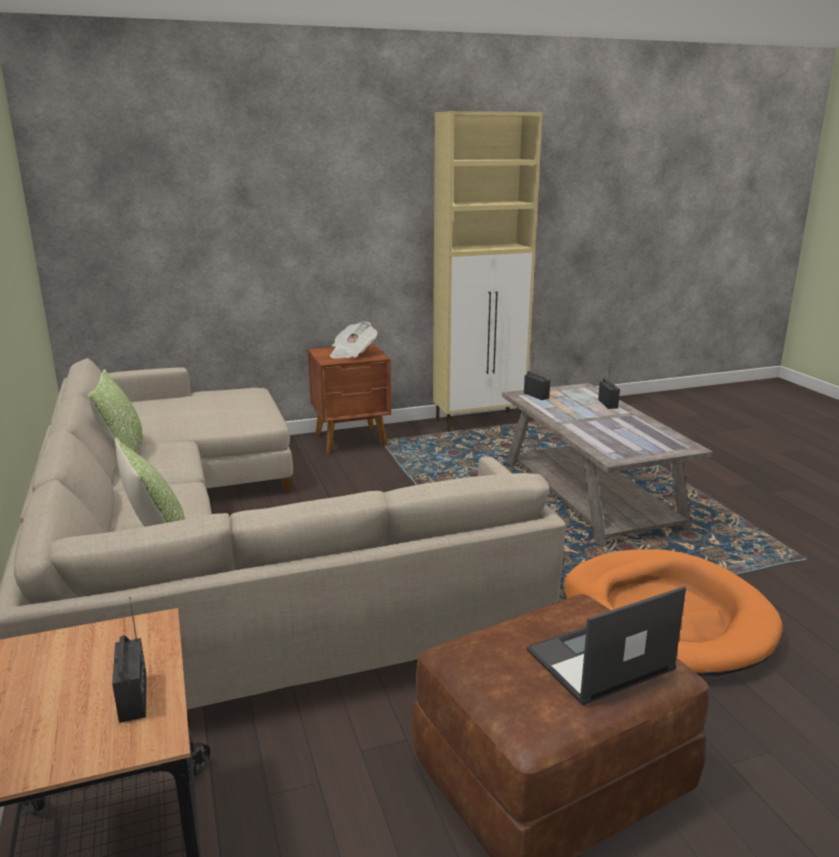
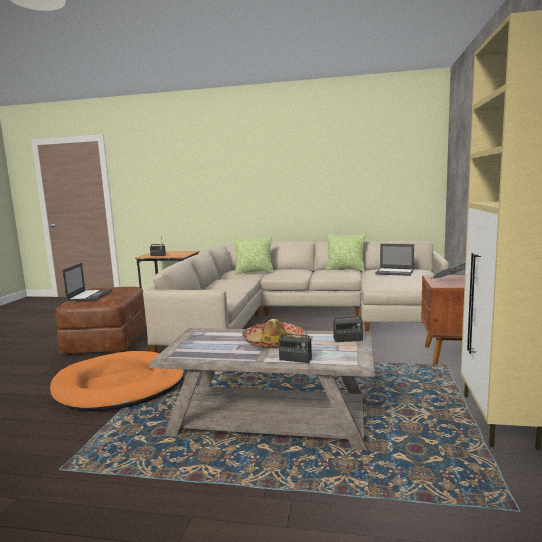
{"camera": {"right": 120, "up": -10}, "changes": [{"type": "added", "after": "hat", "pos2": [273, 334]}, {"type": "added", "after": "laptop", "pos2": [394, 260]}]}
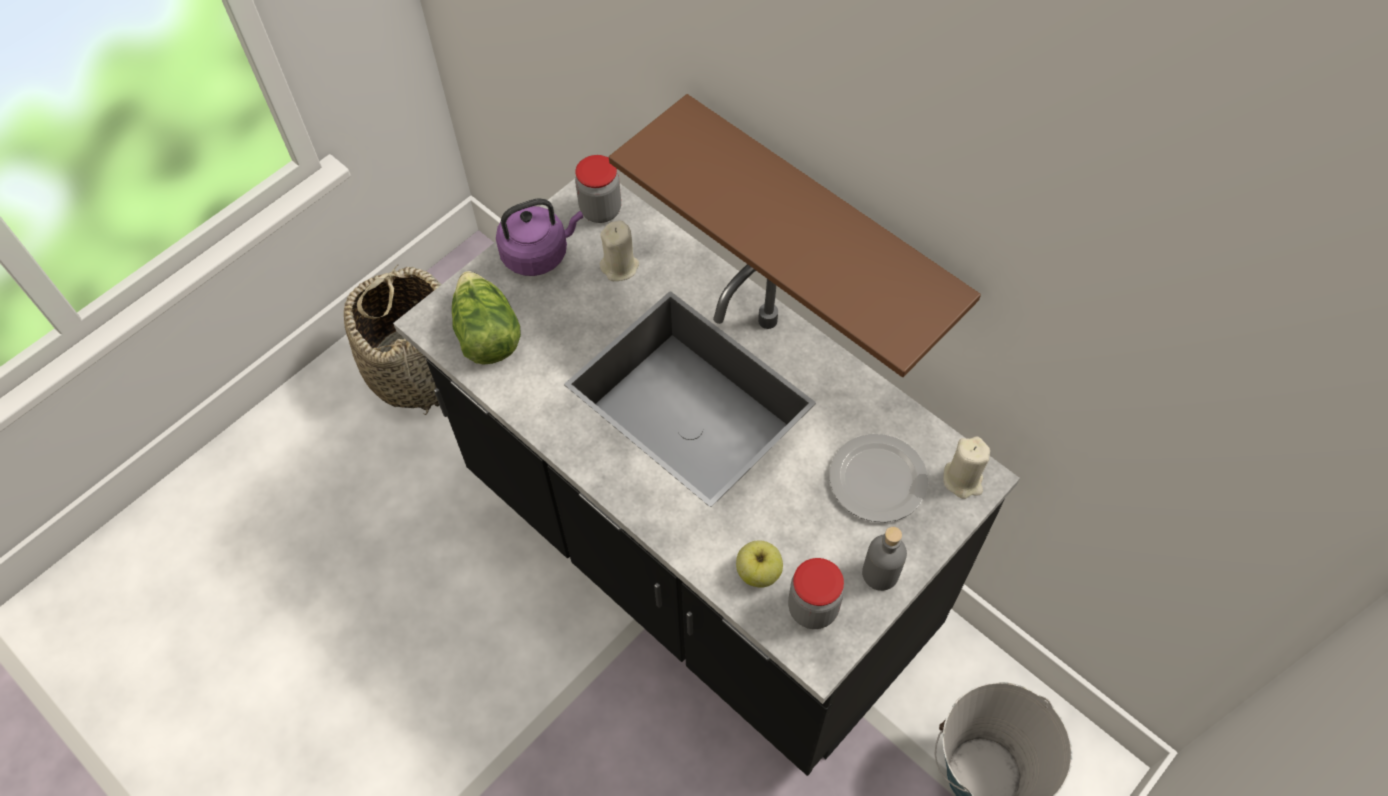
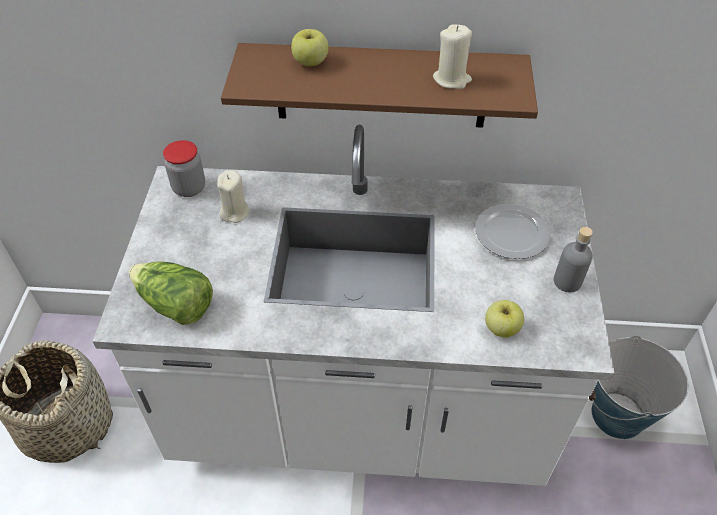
{"camera": {"right": -40, "up": -10}, "changes": [{"type": "recoloured", "before": "black counter", "after": "white counter", "pos1": [706, 477], "pos2": [353, 305]}, {"type": "added", "after": "apple", "pos2": [310, 47]}, {"type": "moved", "before": "beige candle", "pos1": [966, 467], "pos2": [452, 56]}, {"type": "removed", "before": "purple kettle", "pos1": [539, 237]}, {"type": "removed", "before": "jar", "pos1": [816, 593]}]}
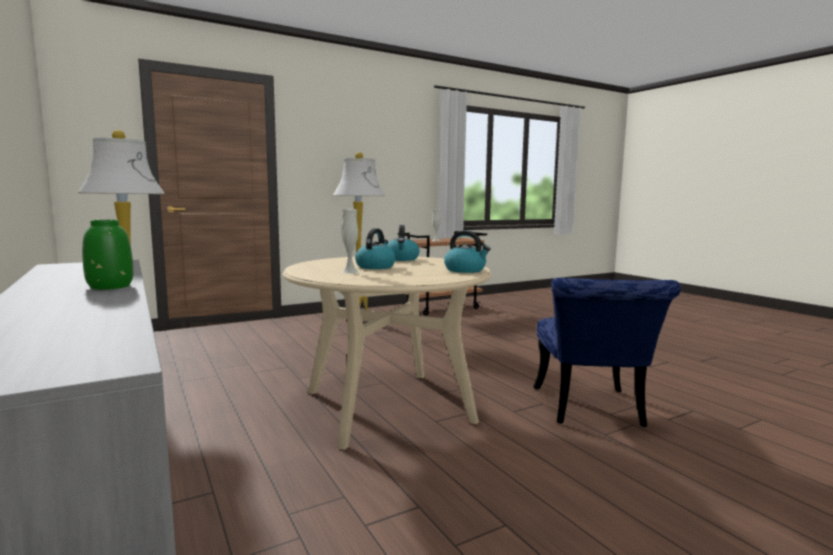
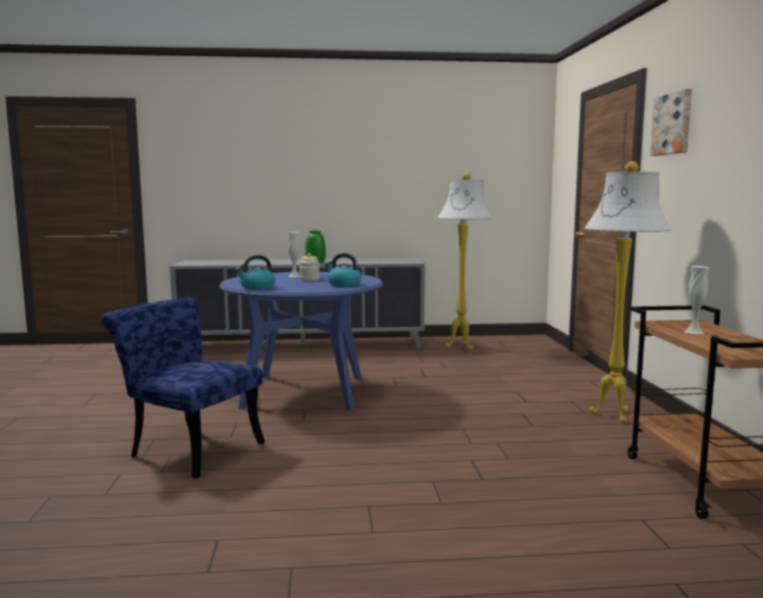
{"camera": {"right": 115, "up": 0}, "changes": [{"type": "recoloured", "before": "beige dining table", "after": "blue dining table", "pos1": [387, 353], "pos2": [301, 341]}, {"type": "replaced", "before": "kettle", "after": "jar", "pos1": [375, 248], "pos2": [309, 267]}, {"type": "added", "after": "picture", "pos2": [671, 122]}]}
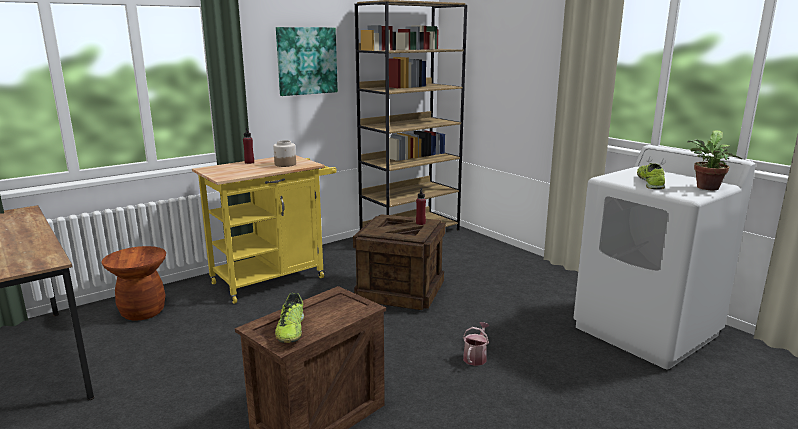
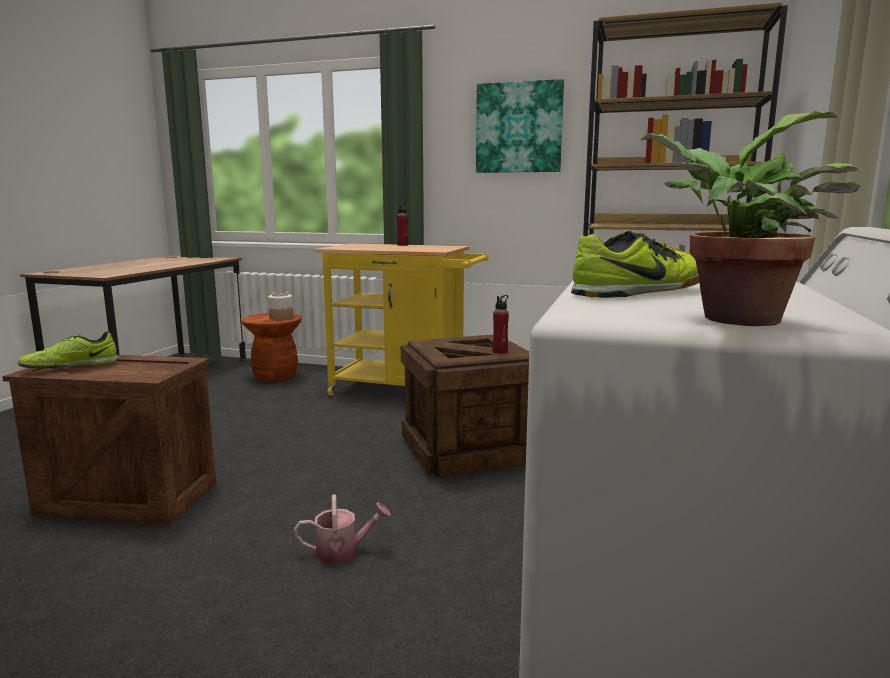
{"camera": {"right": 55, "up": -5}, "changes": [{"type": "moved", "before": "jar", "pos1": [284, 153], "pos2": [280, 305]}]}
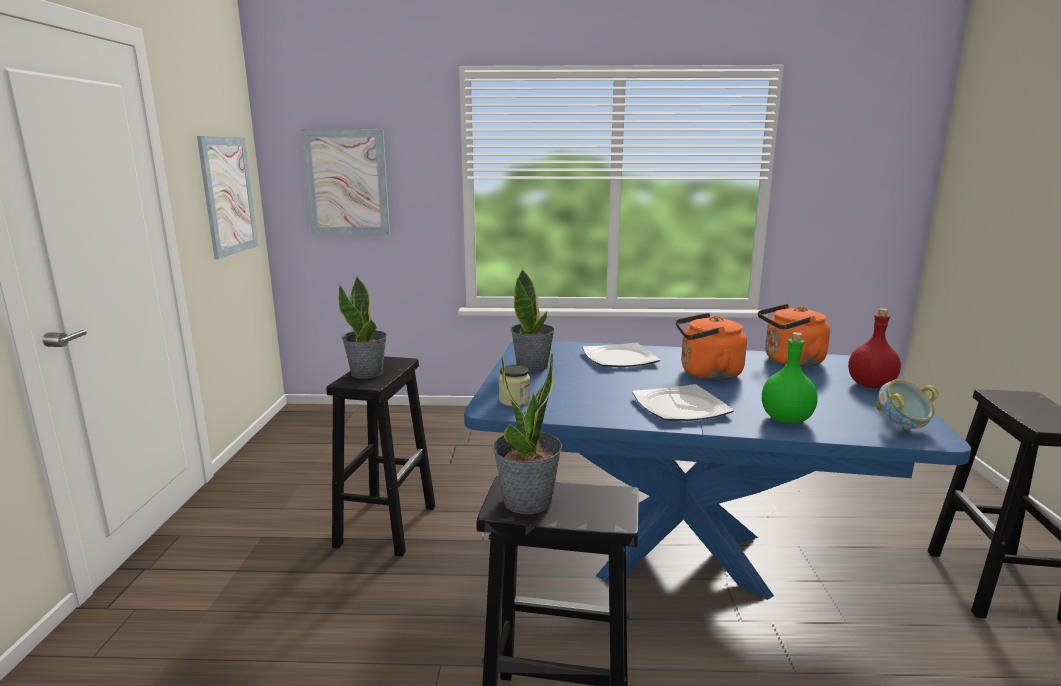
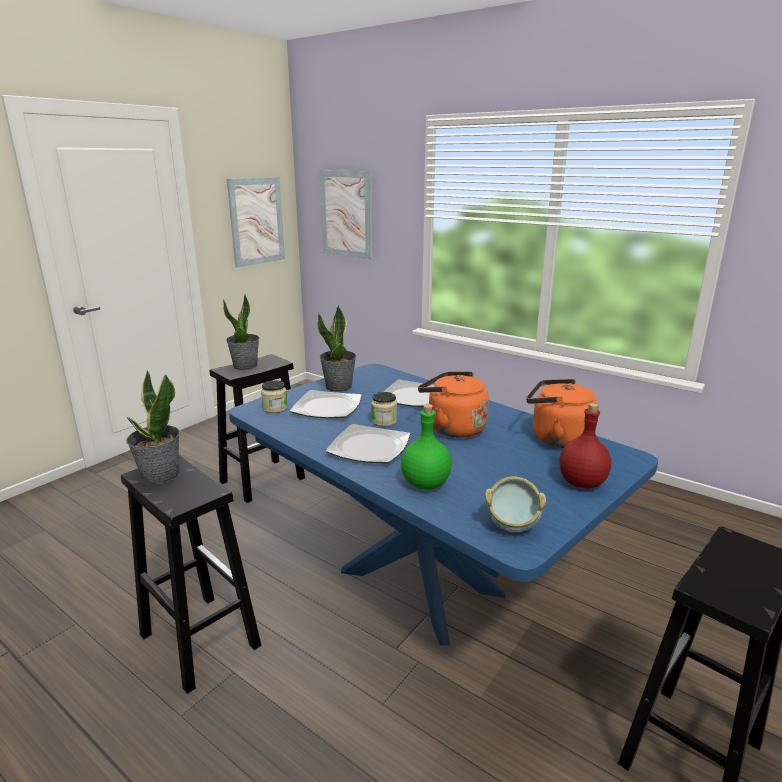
{"camera": {"right": 35, "up": 5}, "changes": [{"type": "added", "after": "plate", "pos2": [326, 404]}, {"type": "added", "after": "jar", "pos2": [384, 409]}]}
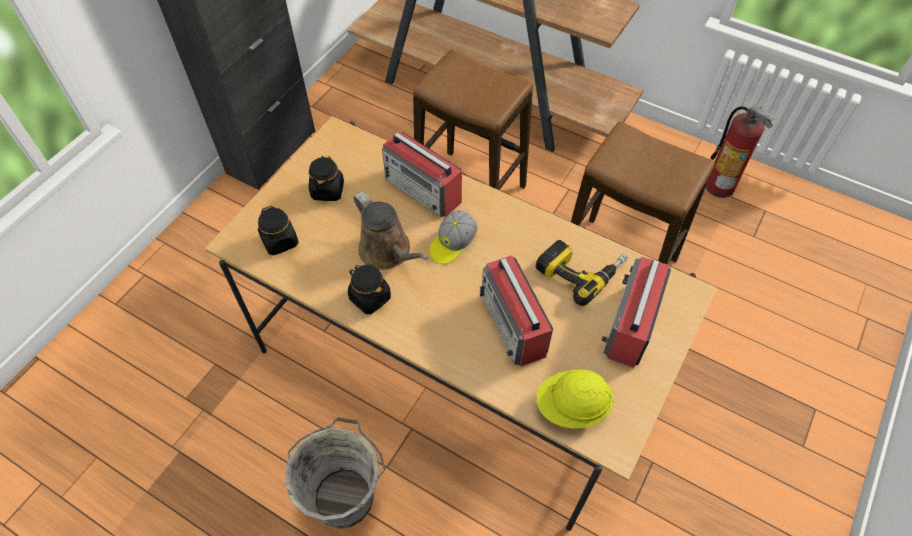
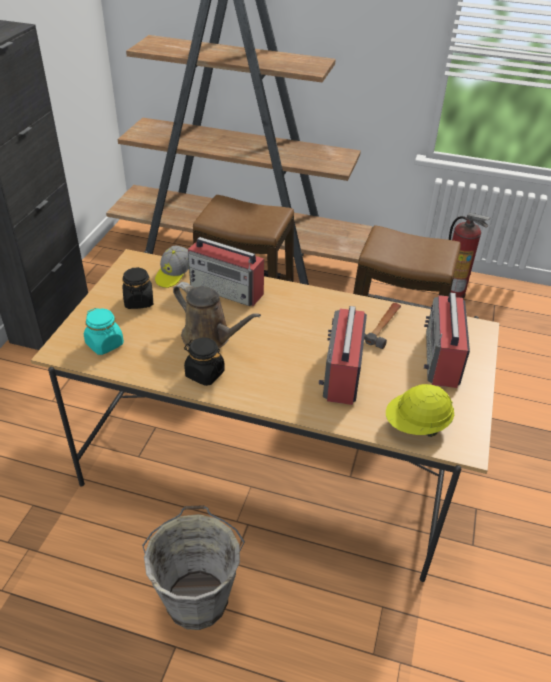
{"camera": {"right": -15, "up": -15}, "changes": [{"type": "recoloured", "before": "black jar", "after": "turquoise jar", "pos1": [278, 230], "pos2": [104, 331]}, {"type": "moved", "before": "cap", "pos1": [453, 237], "pos2": [172, 267]}, {"type": "turned", "before": "radio", "pos1": [516, 310], "pos2": [343, 355], "turn": 45}, {"type": "replaced", "before": "power drill", "after": "hammer", "pos1": [582, 273], "pos2": [382, 326]}]}
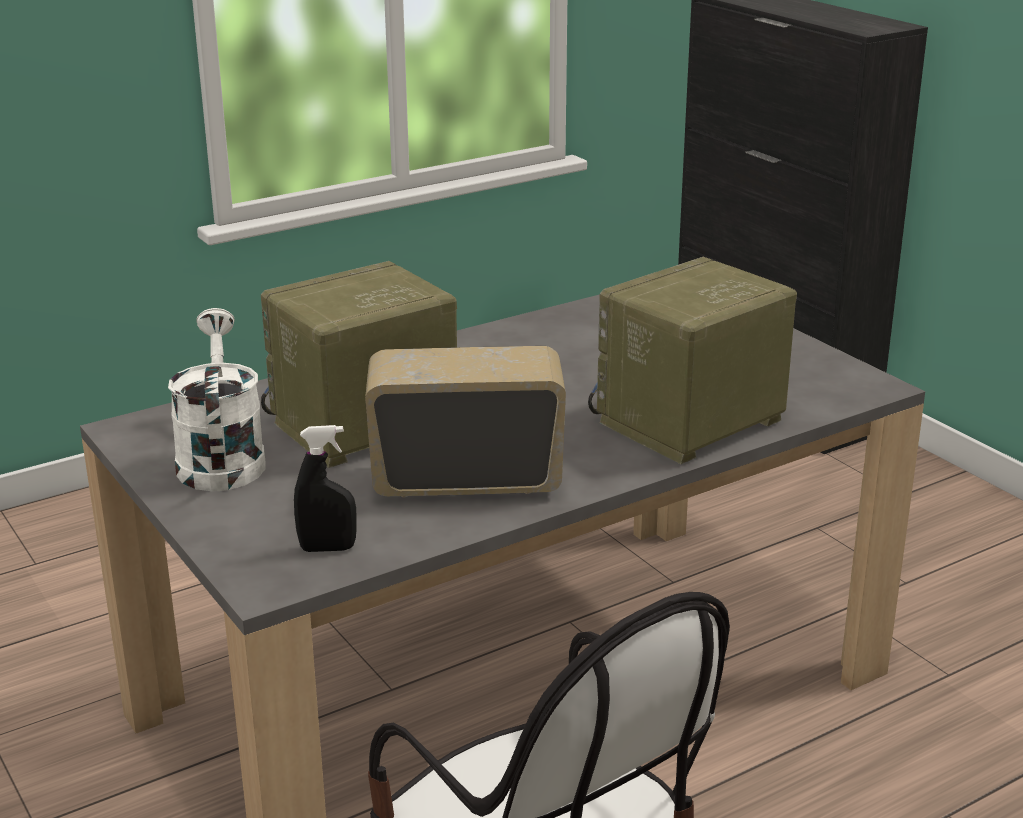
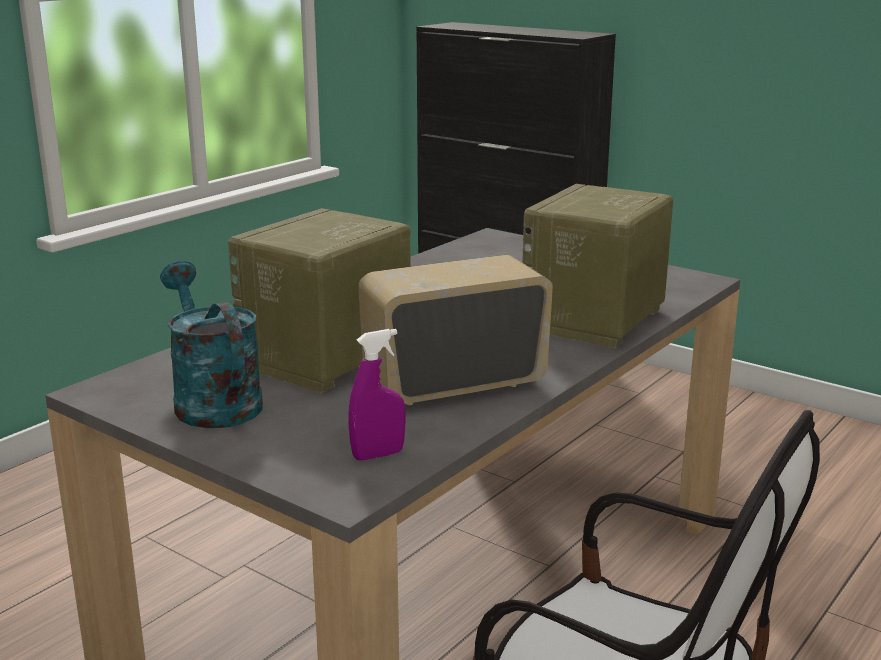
{"camera": {"right": -20, "up": -5}, "changes": [{"type": "recoloured", "before": "white watering can", "after": "turquoise watering can", "pos1": [216, 399], "pos2": [211, 344]}, {"type": "recoloured", "before": "black spray bottle", "after": "purple spray bottle", "pos1": [325, 488], "pos2": [377, 394]}]}
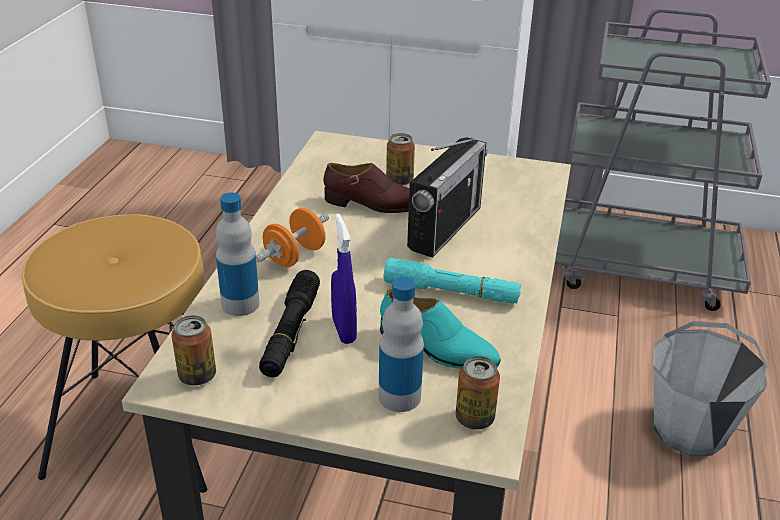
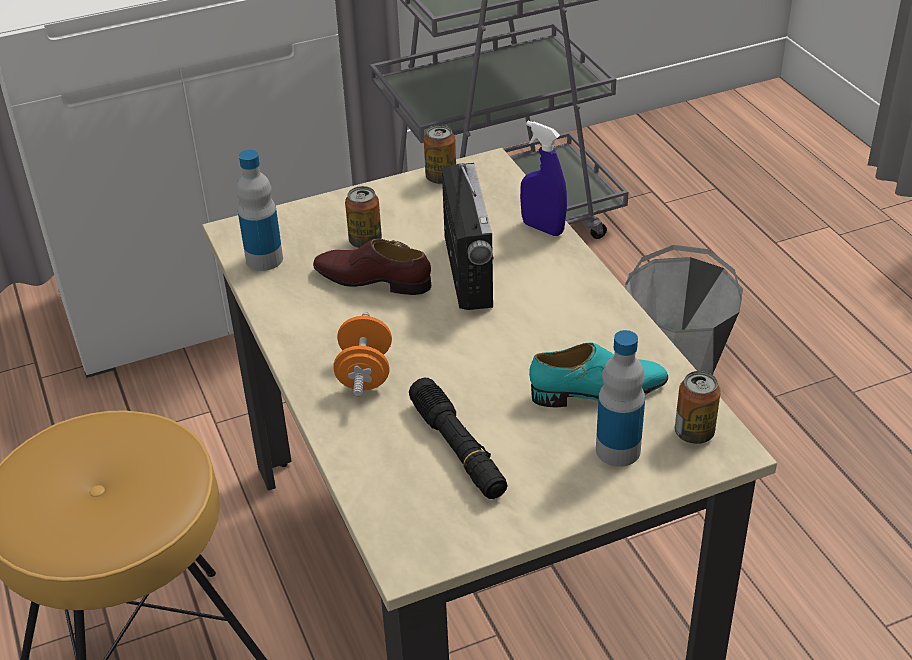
{"camera": {"right": -35, "up": 5}, "changes": [{"type": "moved", "before": "bottle", "pos1": [237, 254], "pos2": [259, 210]}, {"type": "turned", "before": "brown shoe", "pos1": [366, 188], "pos2": [372, 267], "turn": -135}, {"type": "moved", "before": "can", "pos1": [193, 350], "pos2": [440, 154]}, {"type": "moved", "before": "blue spray bottle", "pos1": [344, 278], "pos2": [543, 178]}, {"type": "removed", "before": "turquoise flashlight", "pos1": [452, 281]}]}
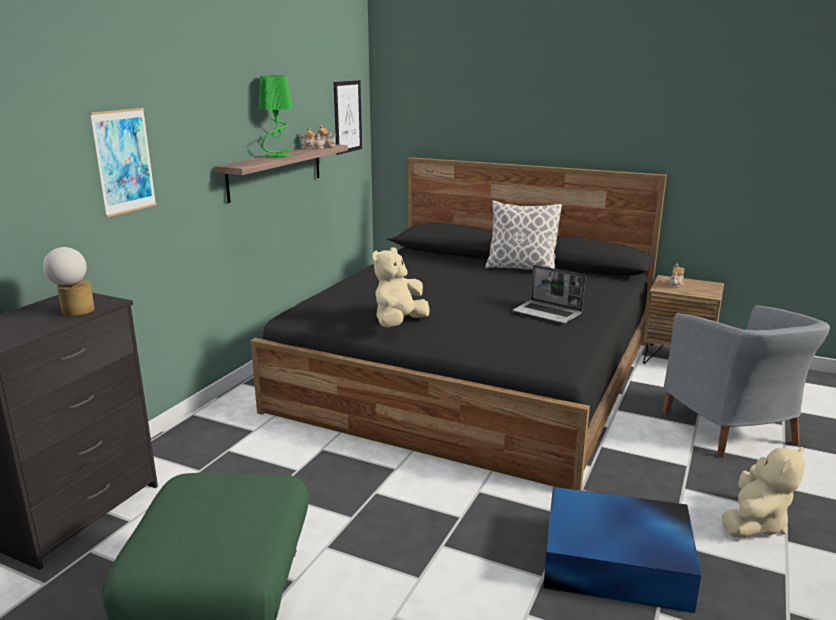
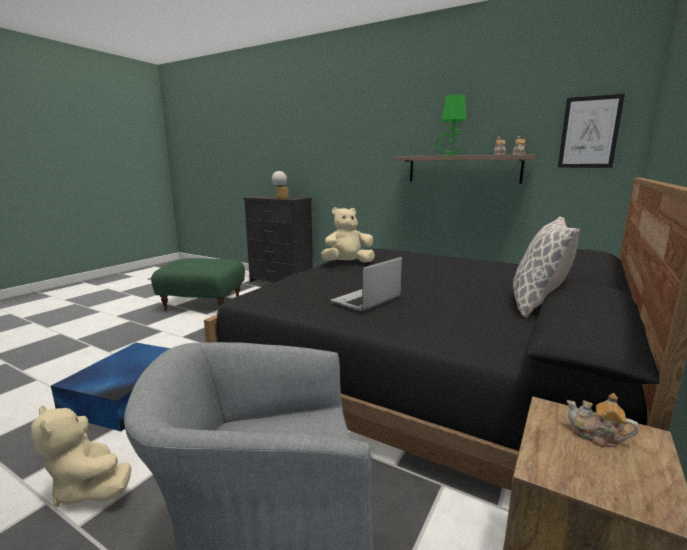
{"camera": {"right": 95, "up": -5}, "changes": [{"type": "turned", "before": "beige plush toy", "pos1": [401, 287], "pos2": [348, 235], "turn": -60}, {"type": "removed", "before": "picture", "pos1": [123, 162]}]}
